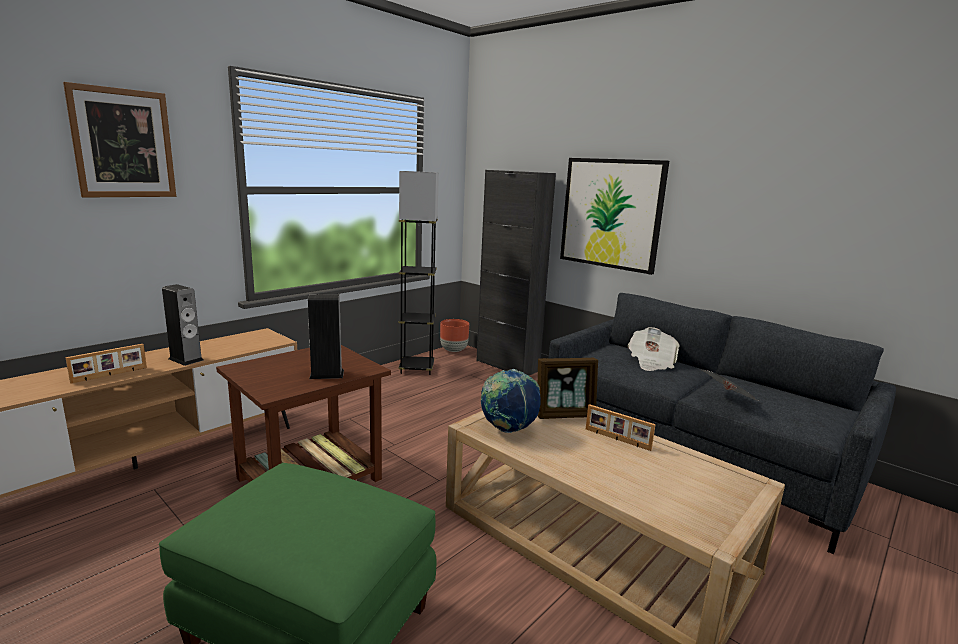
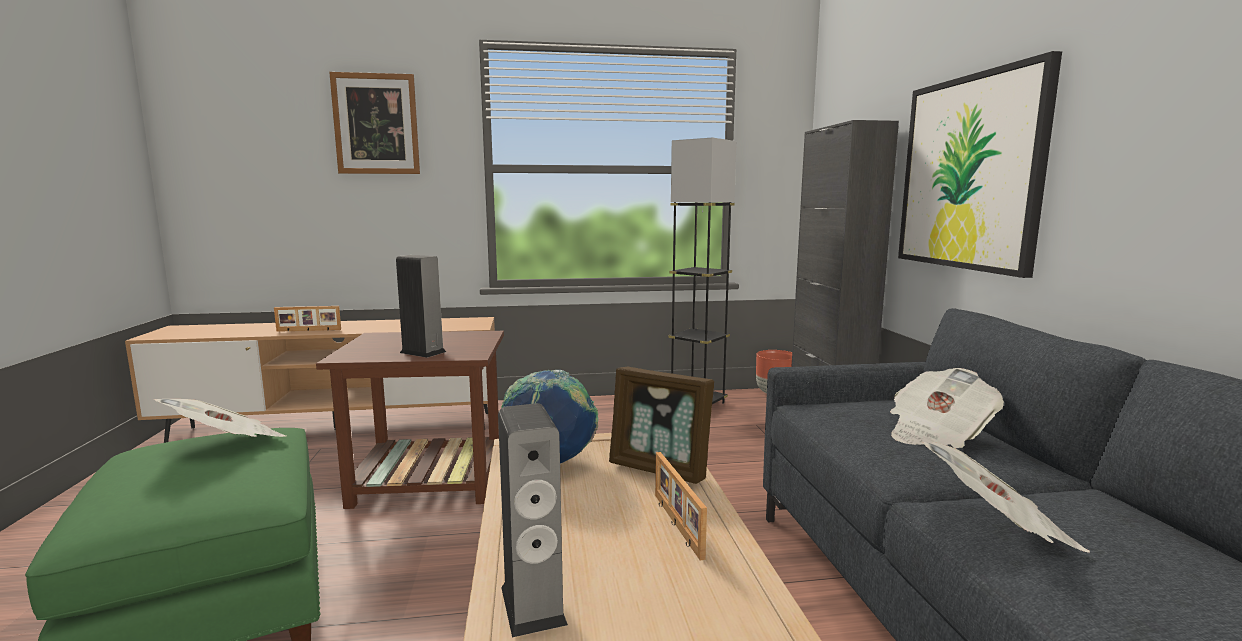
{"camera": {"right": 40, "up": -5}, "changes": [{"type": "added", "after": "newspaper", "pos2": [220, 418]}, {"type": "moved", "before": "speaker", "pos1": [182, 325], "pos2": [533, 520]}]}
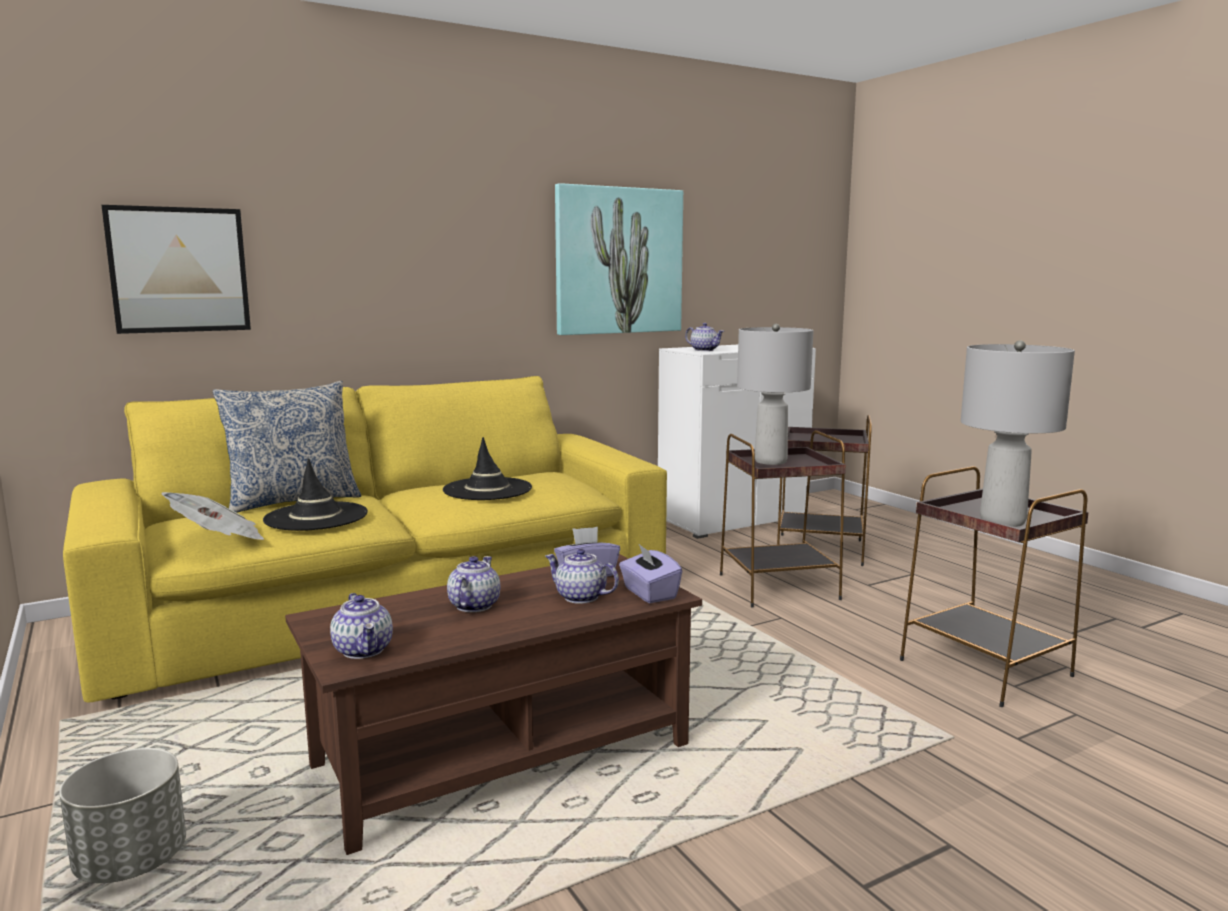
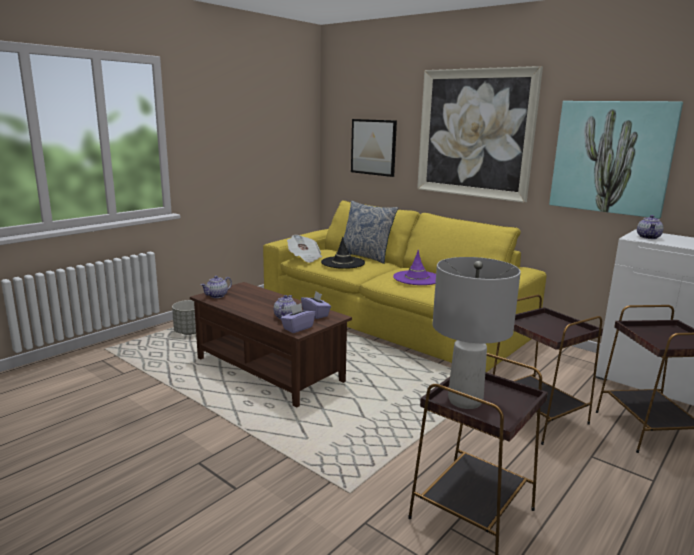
{"camera": {"right": 70, "up": 5}, "changes": [{"type": "recoloured", "before": "black hat", "after": "purple hat", "pos1": [487, 468], "pos2": [414, 267]}, {"type": "added", "after": "picture", "pos2": [480, 134]}, {"type": "removed", "before": "teapot", "pos1": [473, 584]}, {"type": "removed", "before": "grey table lamp", "pos1": [775, 394]}]}
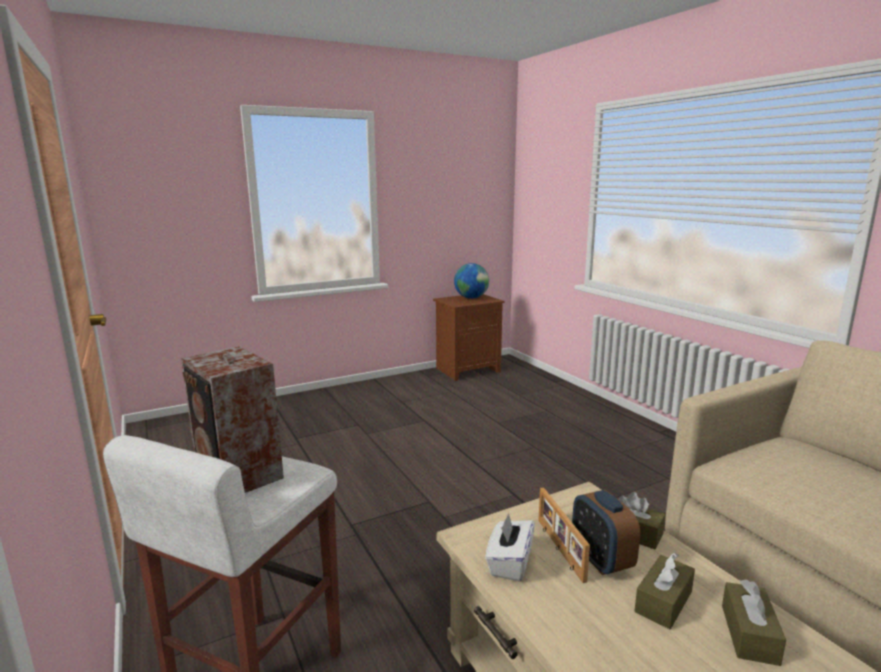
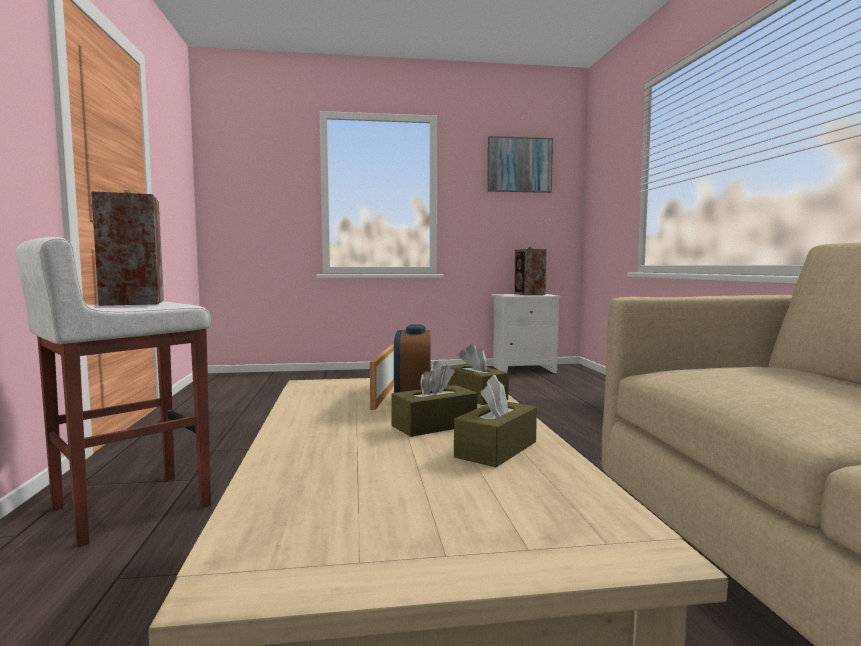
{"camera": {"right": 20, "up": -10}, "changes": [{"type": "added", "after": "picture", "pos2": [520, 164]}, {"type": "recoloured", "before": "brown nightstand", "after": "white nightstand", "pos1": [468, 337], "pos2": [526, 333]}, {"type": "replaced", "before": "globe", "after": "speaker", "pos1": [471, 281], "pos2": [530, 271]}, {"type": "removed", "before": "white tissue box", "pos1": [510, 547]}]}
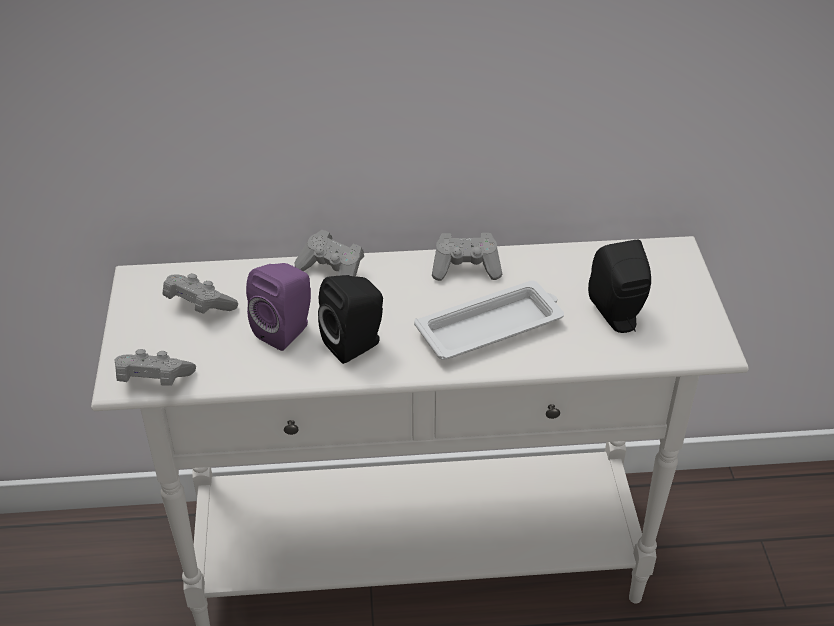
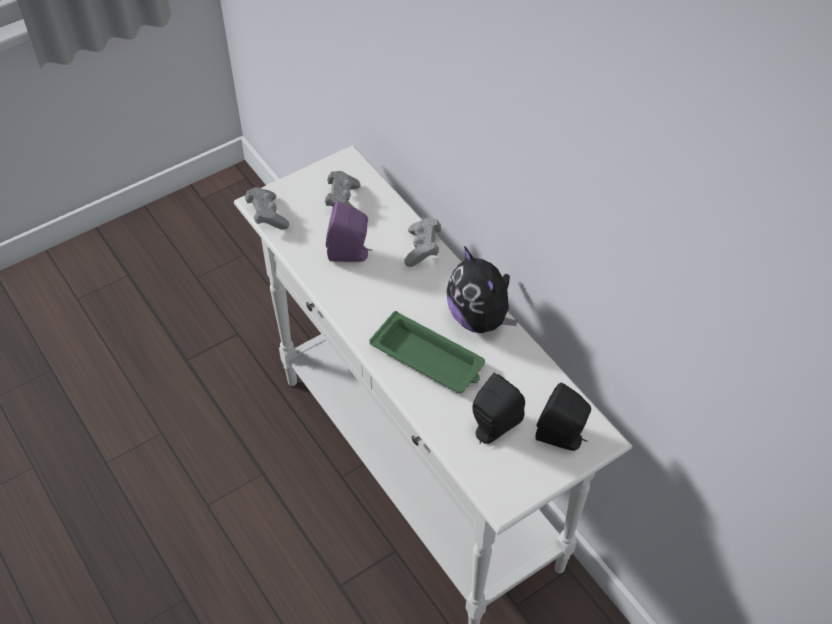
{"camera": {"right": 60, "up": 10}, "changes": [{"type": "recoloured", "before": "white tray", "after": "green tray", "pos1": [489, 320], "pos2": [427, 352]}, {"type": "replaced", "before": "grey game controller", "after": "plush toy", "pos1": [467, 257], "pos2": [482, 289]}, {"type": "moved", "before": "black speaker", "pos1": [350, 319], "pos2": [563, 416]}]}
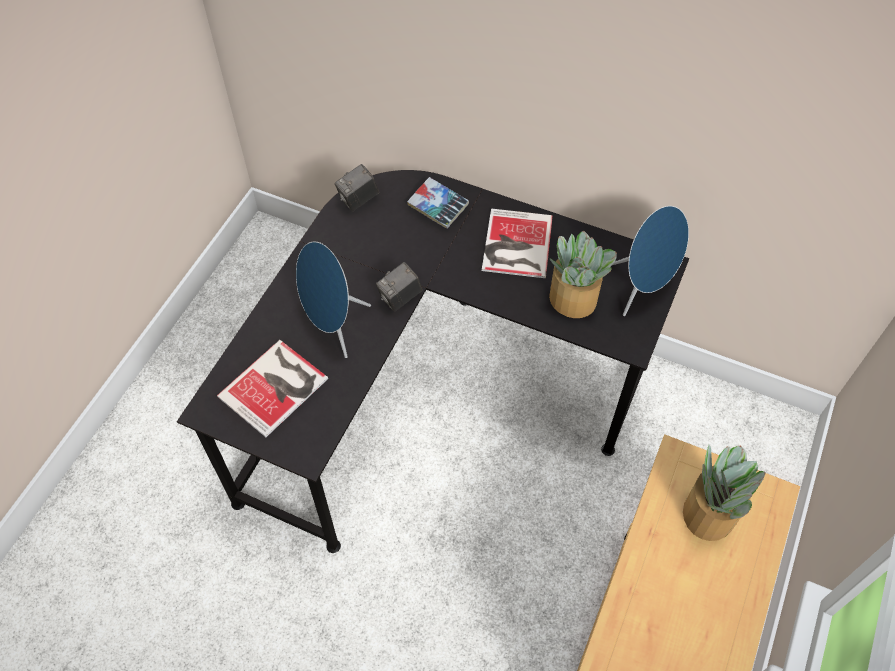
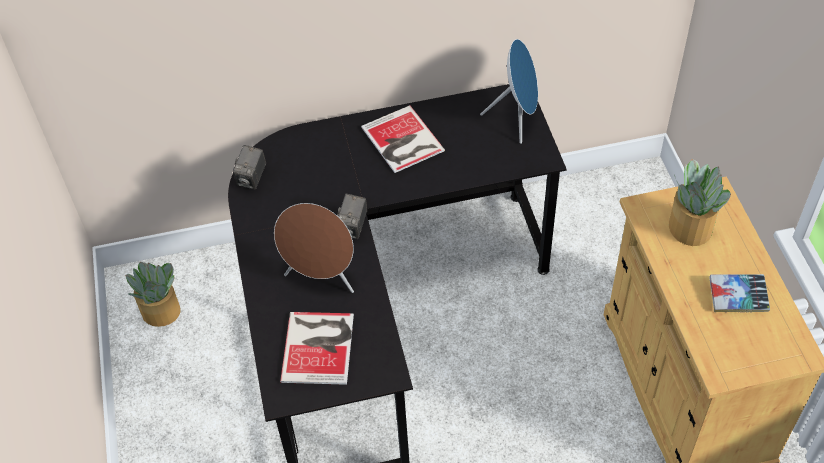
{"camera": {"right": -35, "up": -5}, "changes": [{"type": "moved", "before": "potted plant", "pos1": [583, 274], "pos2": [153, 294]}, {"type": "recoloured", "before": "blue speaker", "after": "brown speaker", "pos1": [333, 299], "pos2": [314, 248]}, {"type": "moved", "before": "book", "pos1": [438, 203], "pos2": [739, 293]}]}
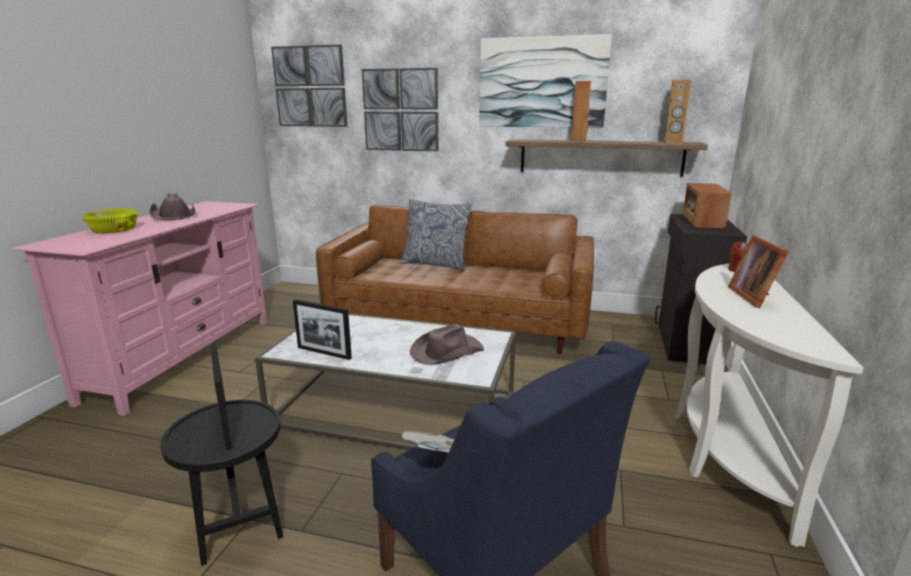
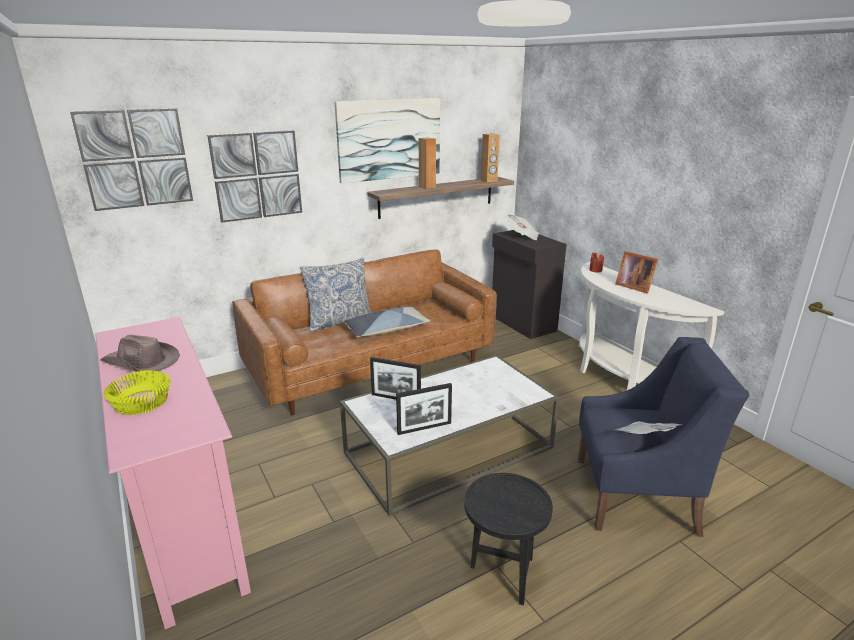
{"camera": {"right": -45, "up": 5}, "changes": [{"type": "added", "after": "pillow", "pos2": [387, 322]}, {"type": "moved", "before": "picture frame", "pos1": [221, 397], "pos2": [395, 378]}, {"type": "replaced", "before": "radio", "after": "newspaper", "pos1": [707, 205], "pos2": [523, 227]}, {"type": "removed", "before": "brown hat", "pos1": [447, 344]}]}
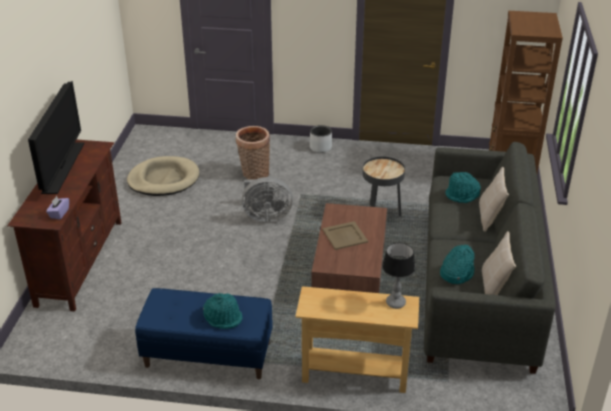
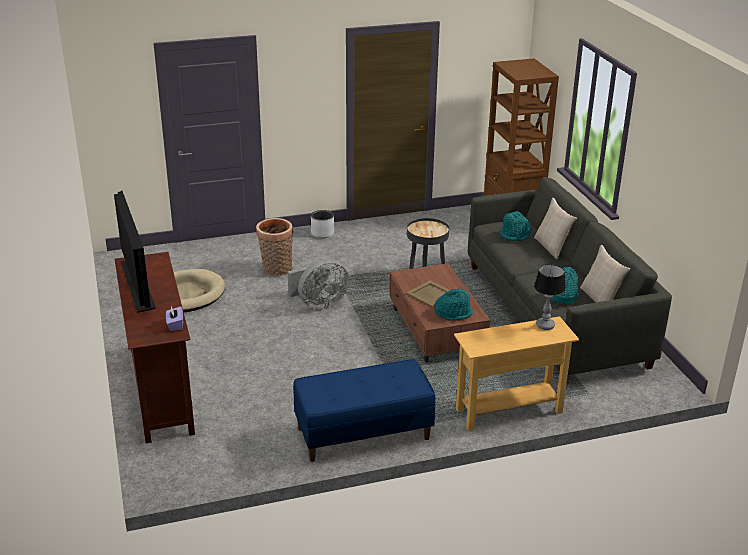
{"camera": {"right": -25, "up": -5}, "changes": [{"type": "moved", "before": "turquoise hat", "pos1": [223, 311], "pos2": [454, 304]}]}
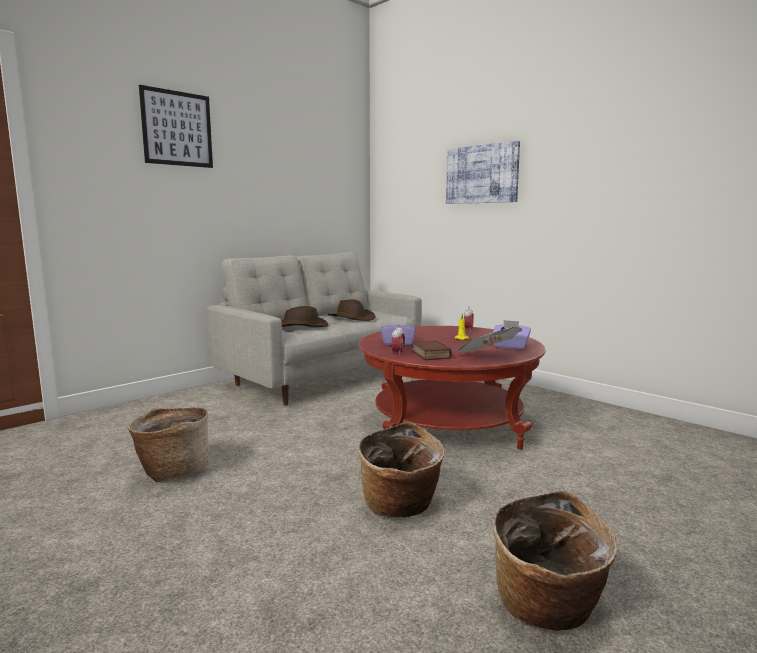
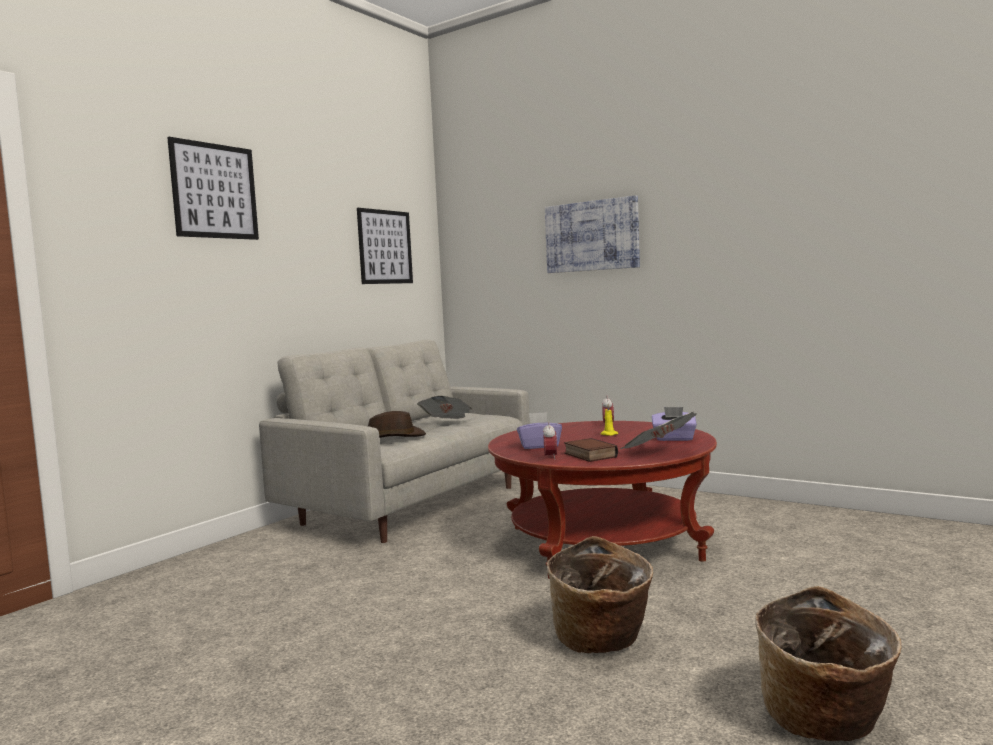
{"camera": {"right": -10, "up": -5}, "changes": [{"type": "added", "after": "picture", "pos2": [385, 246]}, {"type": "replaced", "before": "brown hat", "after": "newspaper", "pos1": [352, 310], "pos2": [444, 407]}, {"type": "removed", "before": "basket", "pos1": [168, 445]}]}
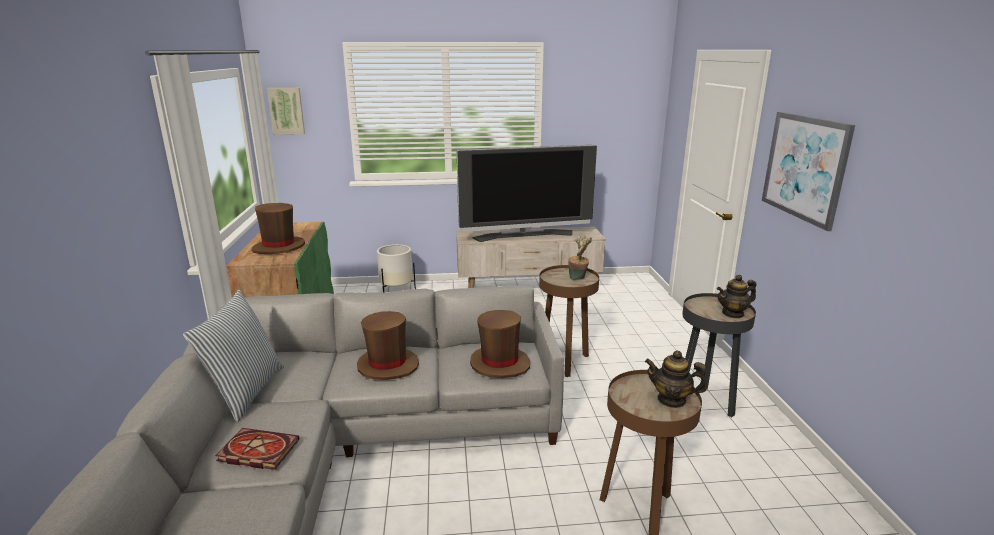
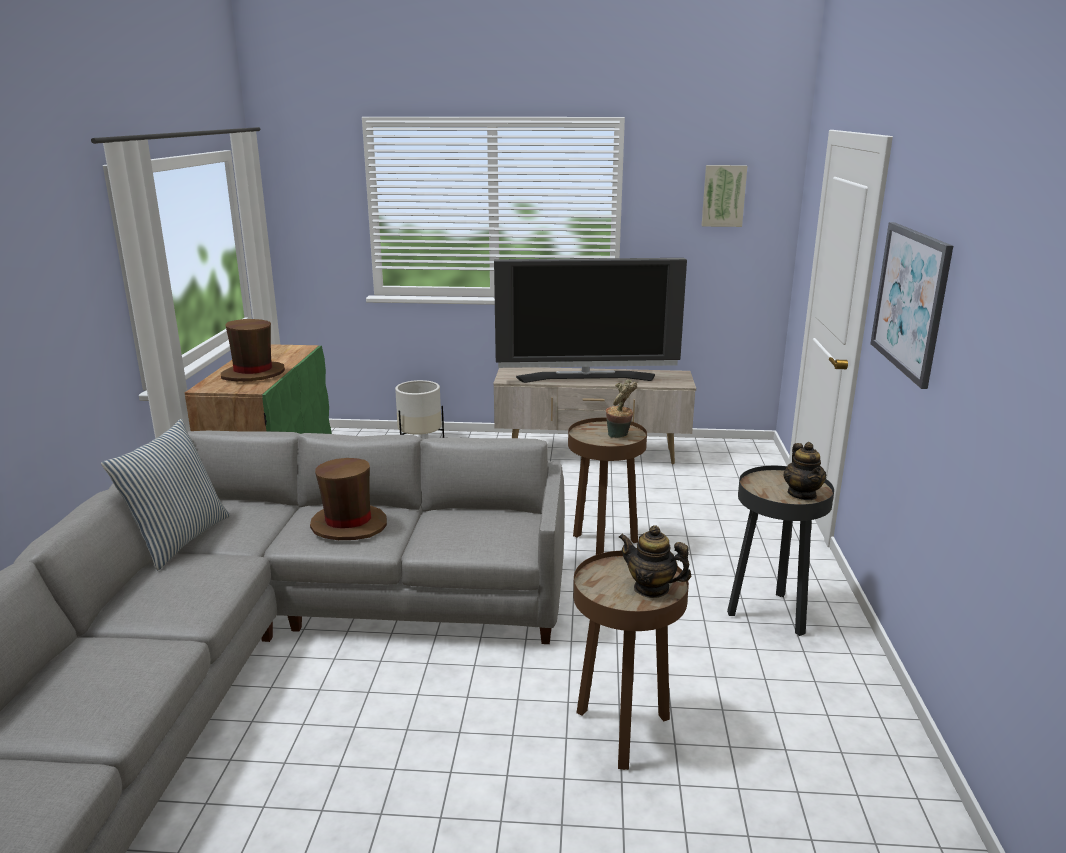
{"camera": {"right": 10, "up": 0}, "changes": [{"type": "moved", "before": "picture", "pos1": [286, 111], "pos2": [724, 196]}, {"type": "turned", "before": "teapot", "pos1": [736, 296], "pos2": [805, 471], "turn": -90}, {"type": "removed", "before": "book", "pos1": [257, 449]}, {"type": "removed", "before": "brown hat", "pos1": [500, 344]}]}
